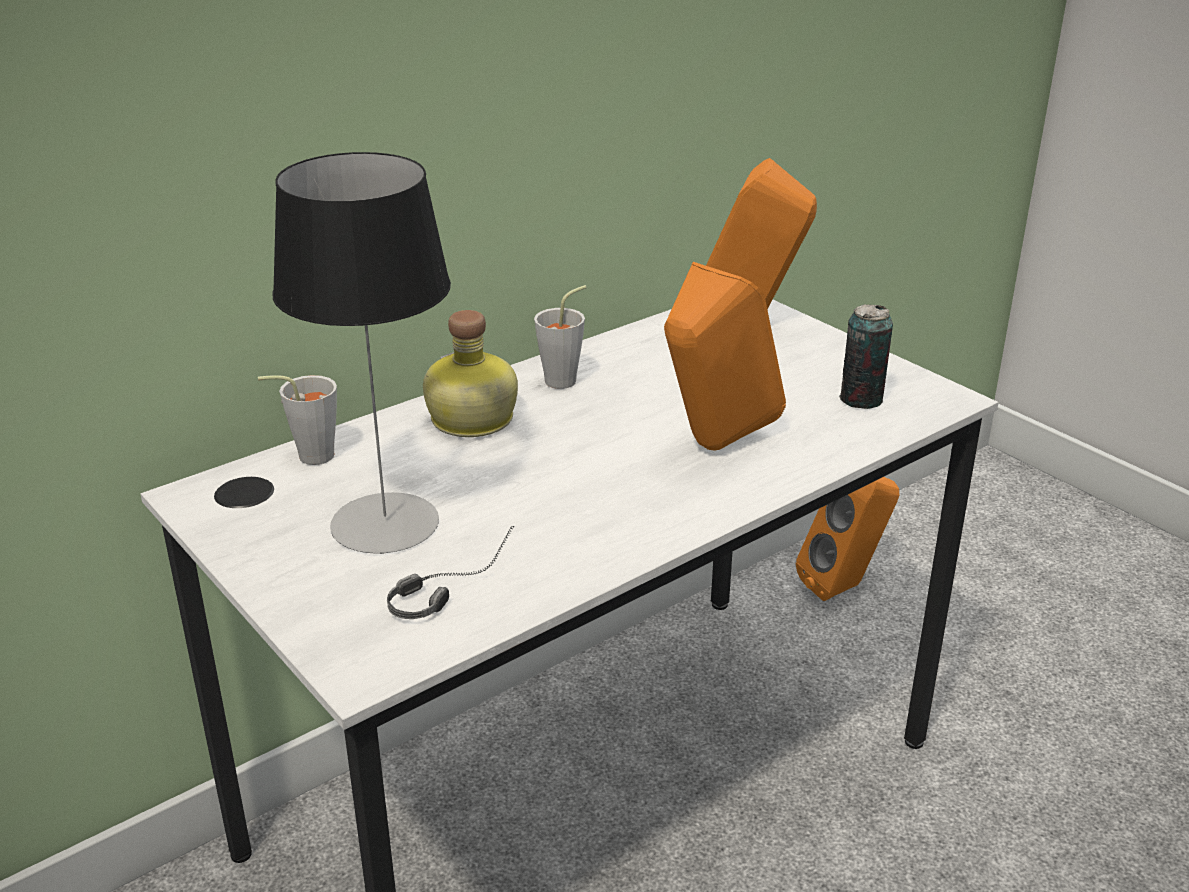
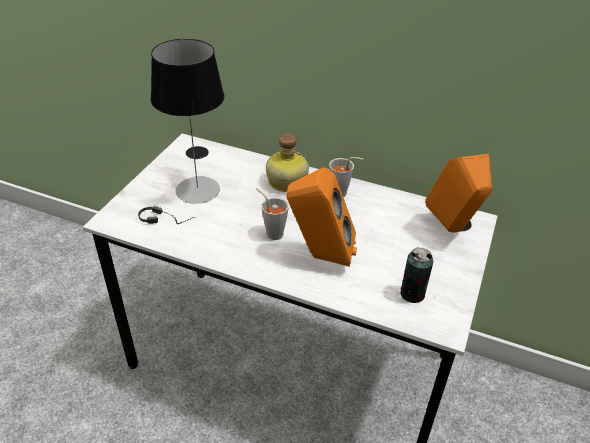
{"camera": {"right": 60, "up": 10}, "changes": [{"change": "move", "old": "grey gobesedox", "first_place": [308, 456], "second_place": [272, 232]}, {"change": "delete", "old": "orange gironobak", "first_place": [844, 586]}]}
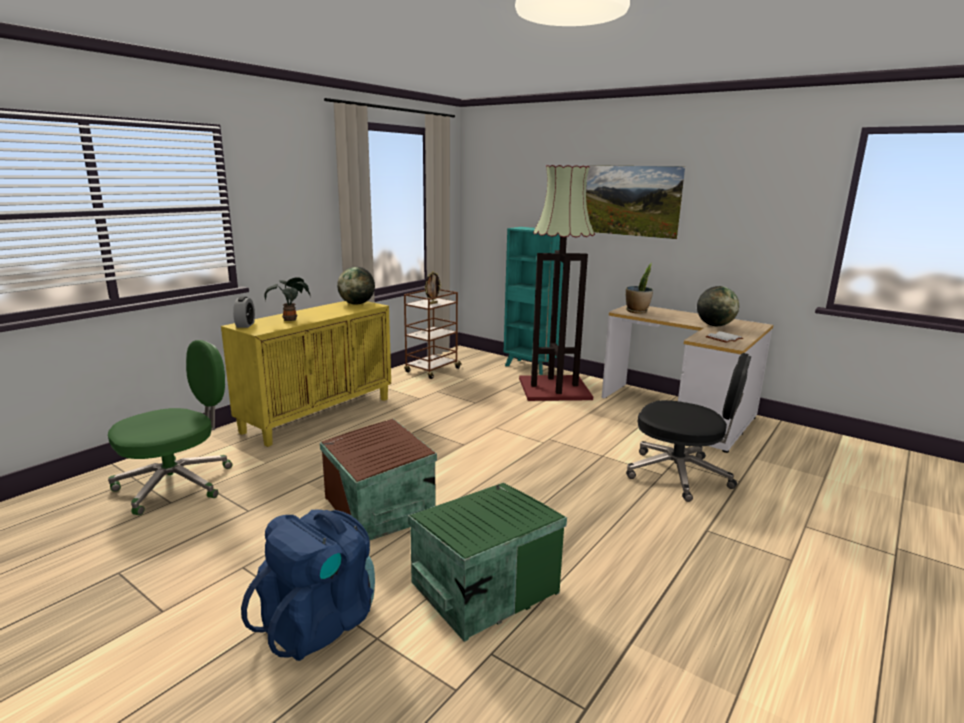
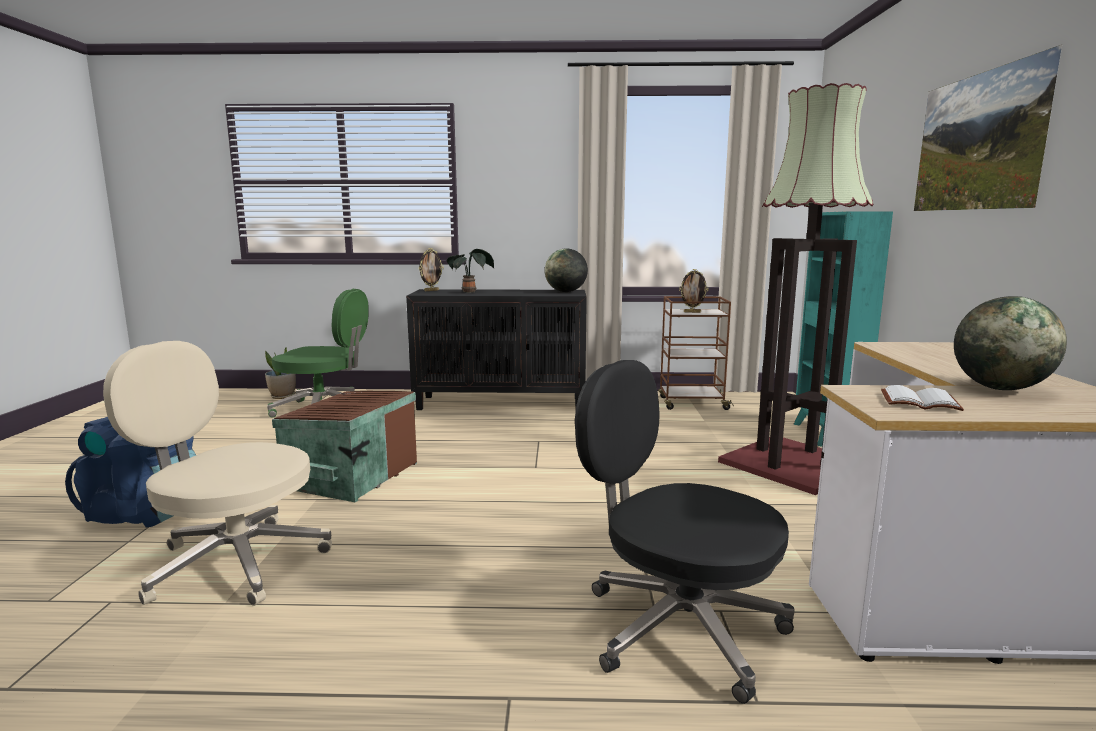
{"camera": {"right": 55, "up": -5}, "changes": [{"change": "replace", "old": "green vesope", "new": "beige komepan", "first_place": [482, 587], "second_place": [234, 562]}, {"change": "move", "old": "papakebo", "first_place": [637, 311], "second_place": [283, 396]}, {"change": "recolor", "old": "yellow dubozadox", "new": "black dubozadox", "first_place": [318, 414], "second_place": [502, 403]}, {"change": "replace", "old": "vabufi", "new": "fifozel", "first_place": [245, 325], "second_place": [431, 290]}, {"change": "rotate", "old": "black komepan", "first_place": [680, 475], "second_place": [678, 627], "degrees": 135}]}
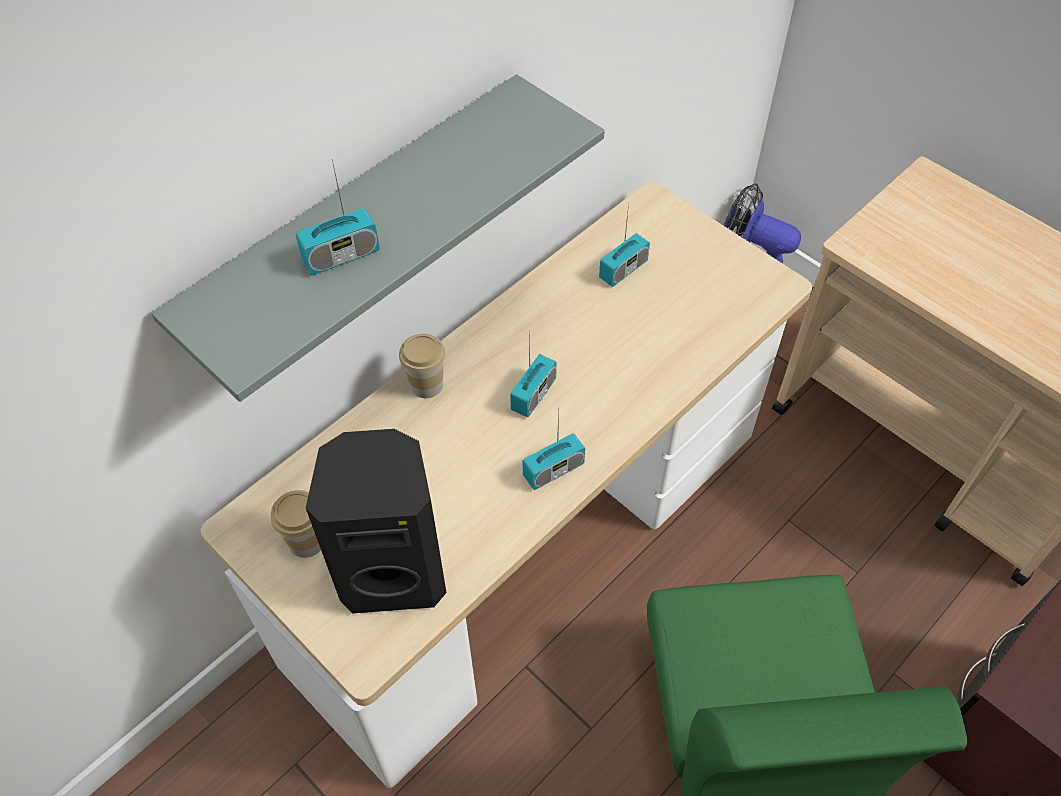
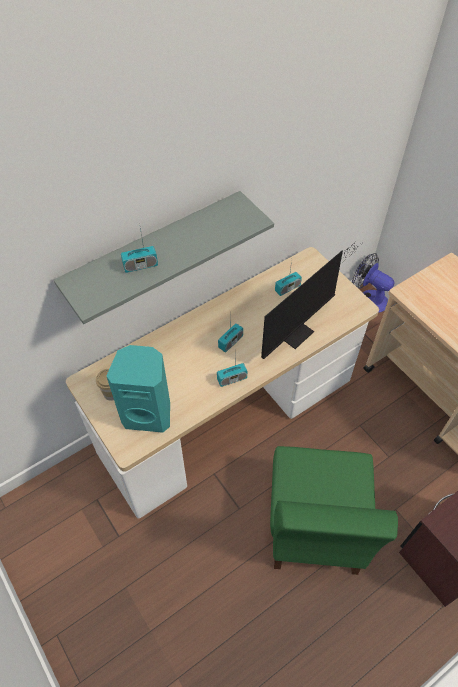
{"camera": {"right": 10, "up": 0}, "changes": [{"change": "recolor", "old": "black gironobak", "new": "turquoise gironobak", "first_place": [394, 571], "second_place": [148, 413]}, {"change": "insert", "new": "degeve", "second_place": [298, 329]}, {"change": "delete", "old": "gobesedox", "first_place": [426, 384]}]}
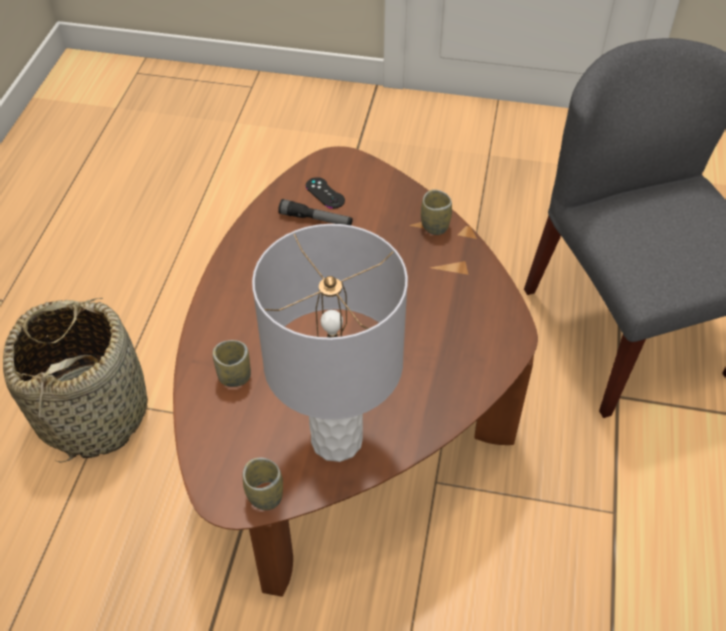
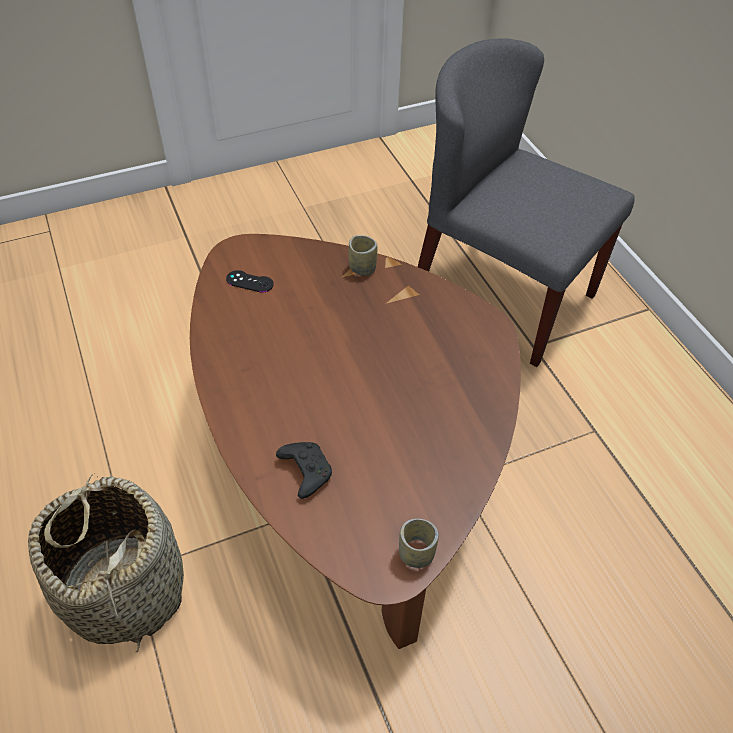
{"camera": {"right": -35, "up": 0}, "changes": [{"change": "replace", "old": "gobesedox", "new": "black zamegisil", "first_place": [234, 376], "second_place": [305, 471]}, {"change": "delete", "old": "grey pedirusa", "first_place": [337, 439]}, {"change": "delete", "old": "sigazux", "first_place": [316, 219]}]}
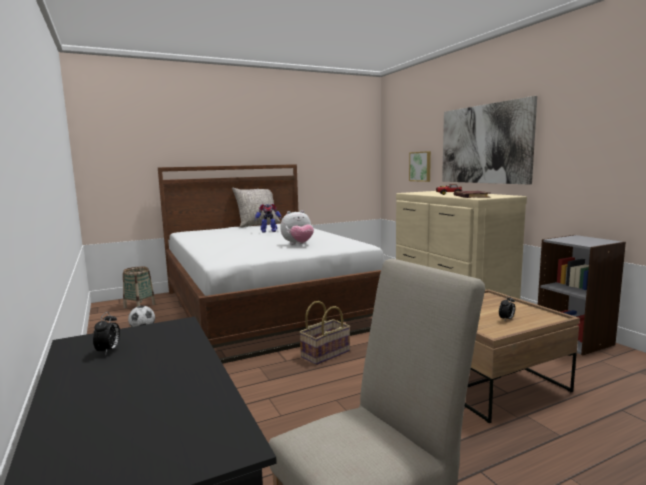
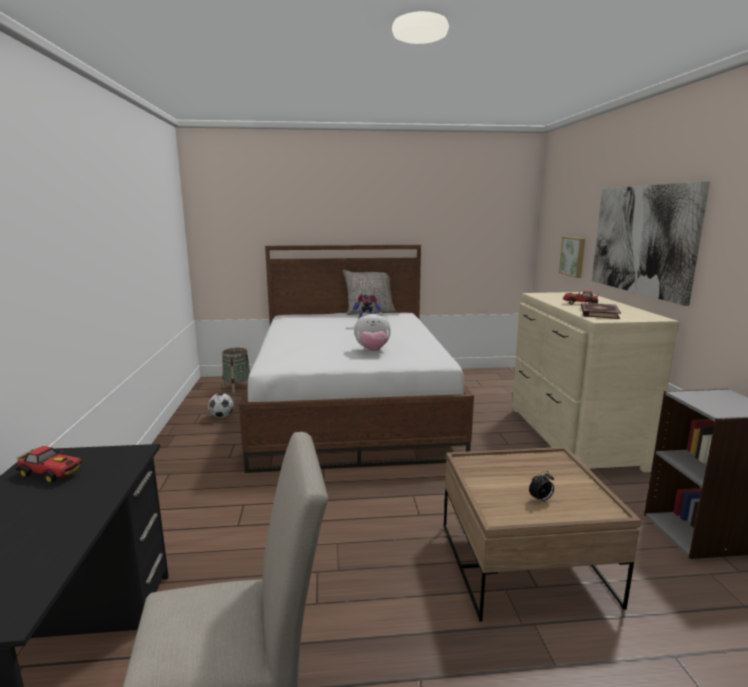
{"camera": {"right": 20, "up": 5}, "changes": [{"change": "replace", "old": "vabufi", "new": "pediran", "first_place": [109, 351], "second_place": [52, 473]}, {"change": "delete", "old": "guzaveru", "first_place": [325, 353]}]}
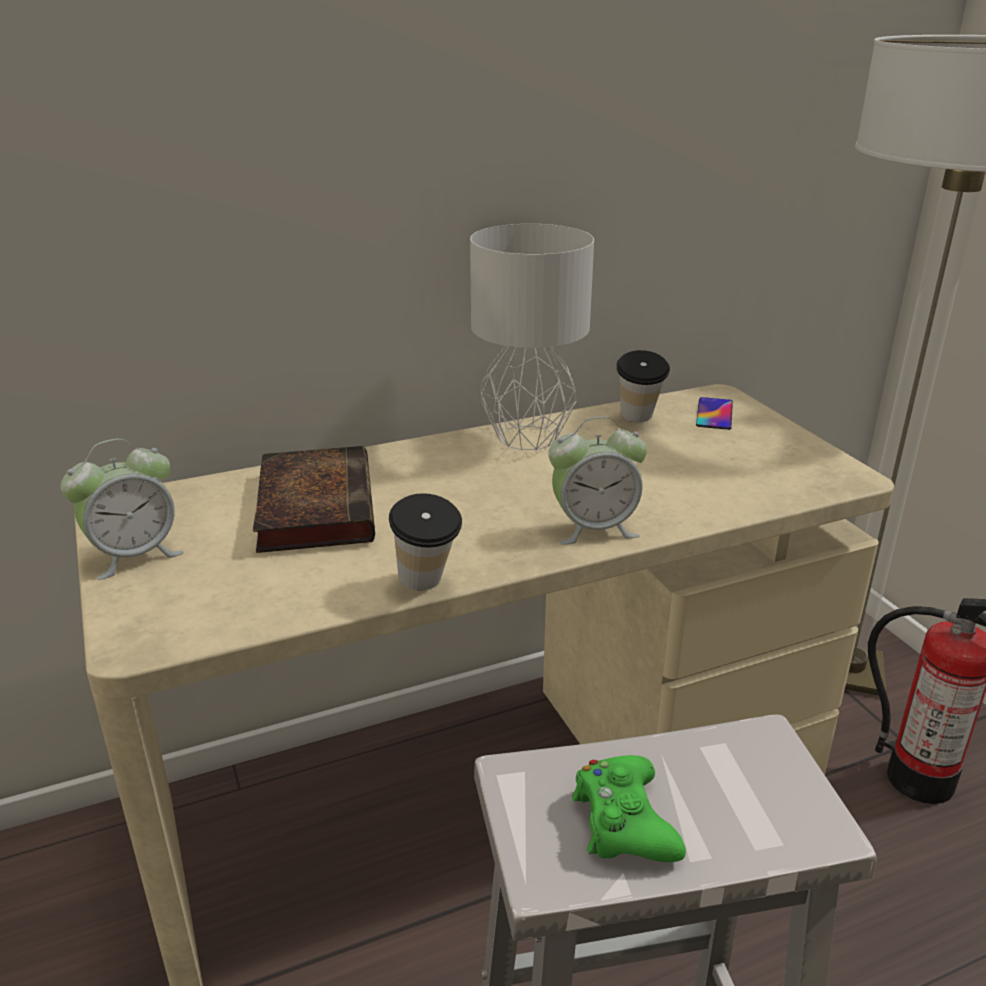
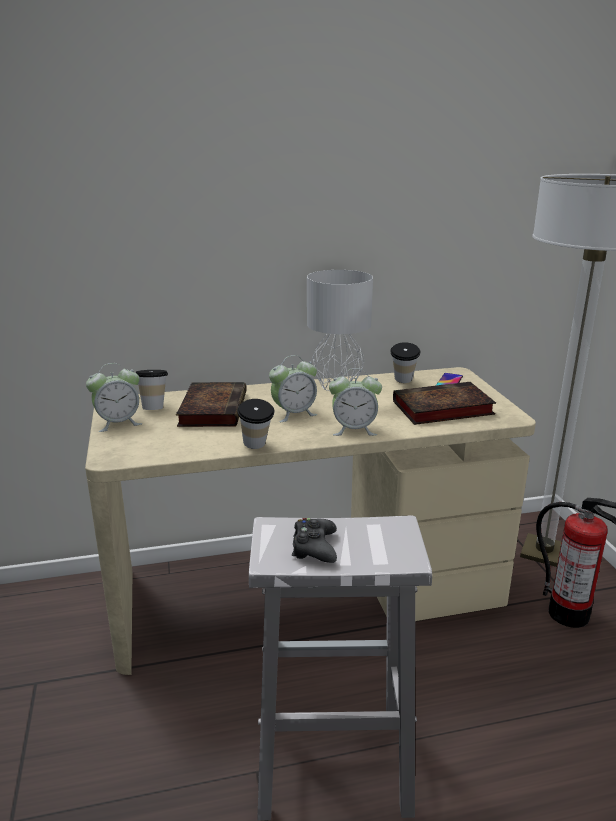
{"camera": {"right": 10, "up": -5}, "changes": [{"change": "insert", "new": "gobesedox", "second_place": [154, 407]}, {"change": "insert", "new": "vabufi", "second_place": [294, 414]}, {"change": "recolor", "old": "green zamegisil", "new": "black zamegisil", "first_place": [623, 822], "second_place": [314, 547]}, {"change": "insert", "new": "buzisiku", "second_place": [440, 409]}]}
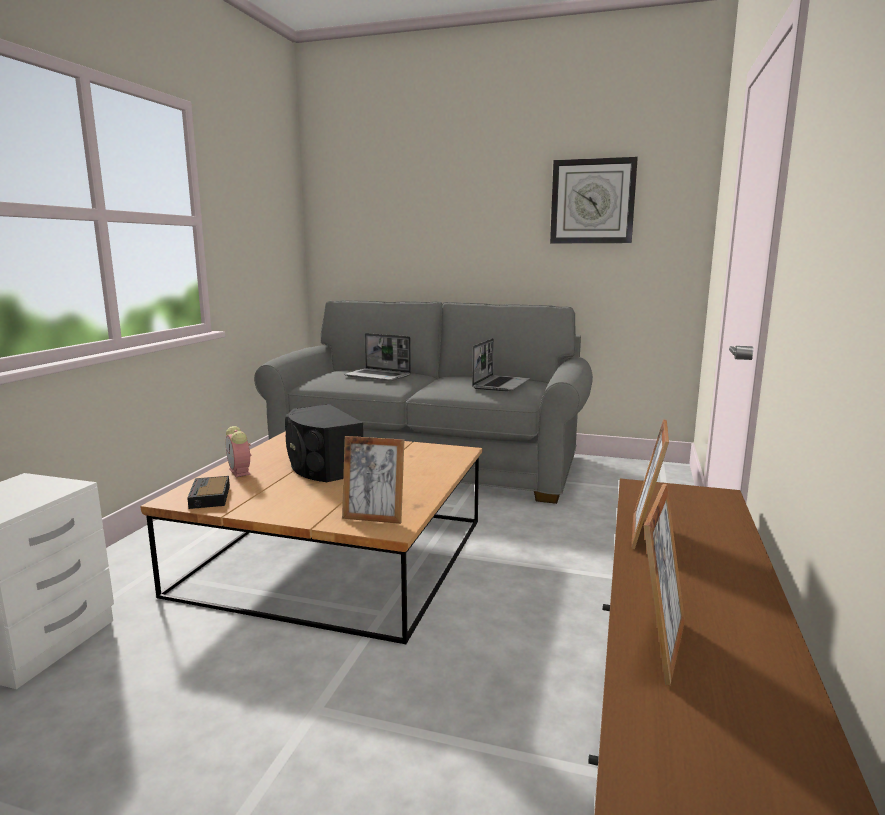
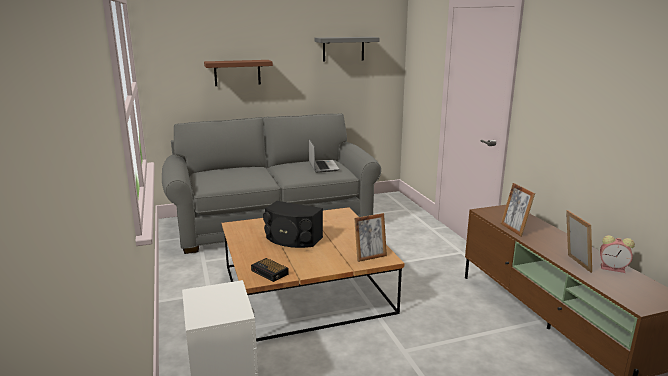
{"camera": {"right": -35, "up": 5}, "changes": [{"change": "insert", "new": "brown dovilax", "second_place": [237, 72]}, {"change": "replace", "old": "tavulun", "new": "grey dovilax", "first_place": [592, 201], "second_place": [343, 49]}, {"change": "move", "old": "vabufi", "first_place": [240, 472], "second_place": [613, 268]}, {"change": "delete", "old": "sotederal", "first_place": [379, 376]}]}
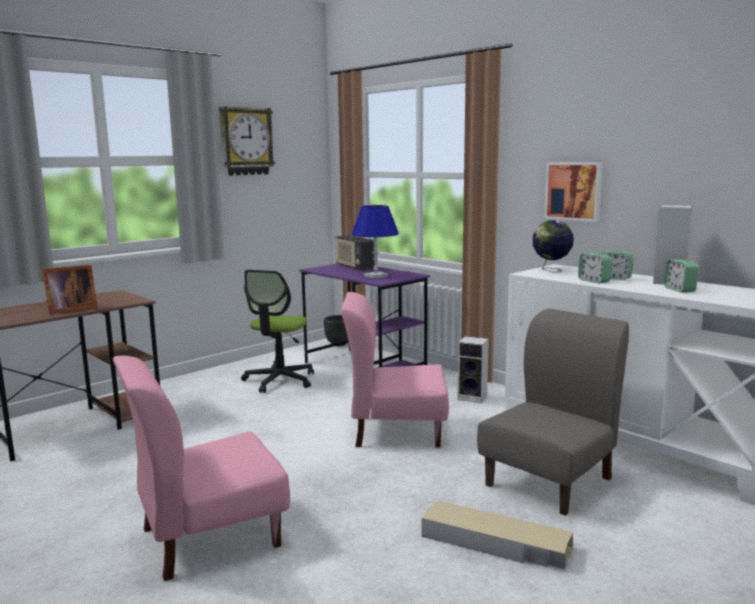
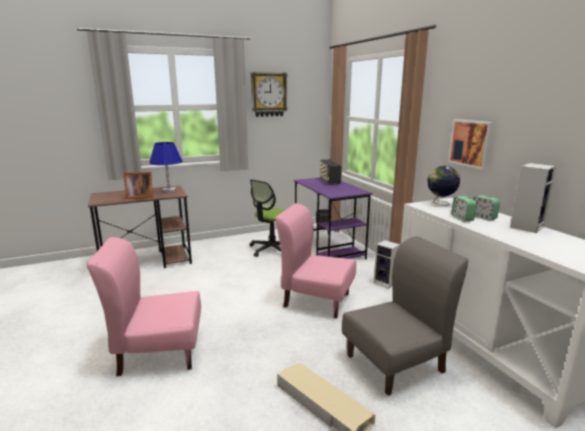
{"camera": {"right": 20, "up": 5}, "changes": [{"change": "move", "old": "blue pedirusa", "first_place": [375, 276], "second_place": [169, 190]}, {"change": "delete", "old": "vabufi", "first_place": [679, 290]}]}
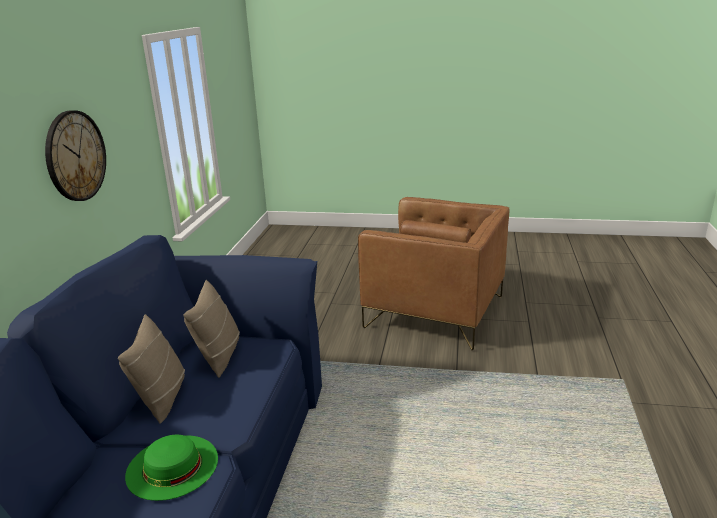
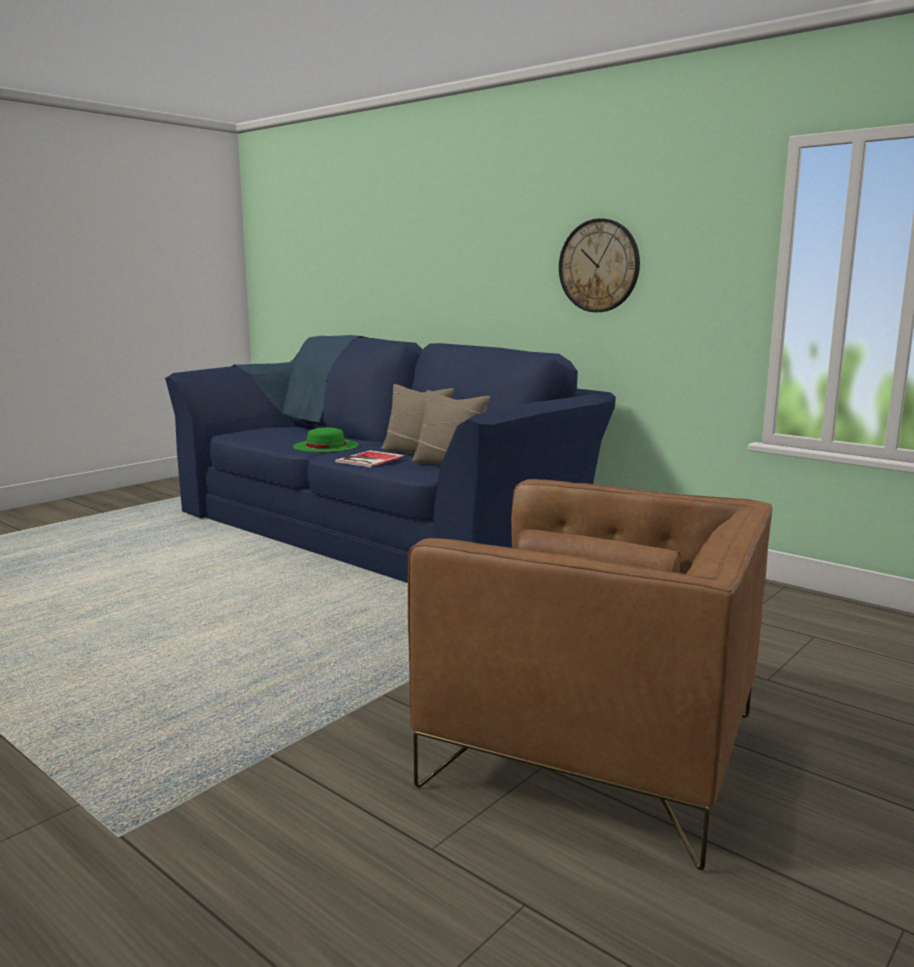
{"camera": {"right": 120, "up": -10}, "changes": [{"change": "insert", "new": "buzisiku", "second_place": [368, 459]}, {"change": "rotate", "old": "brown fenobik", "first_place": [435, 312], "second_place": [594, 750], "degrees": -120}]}
